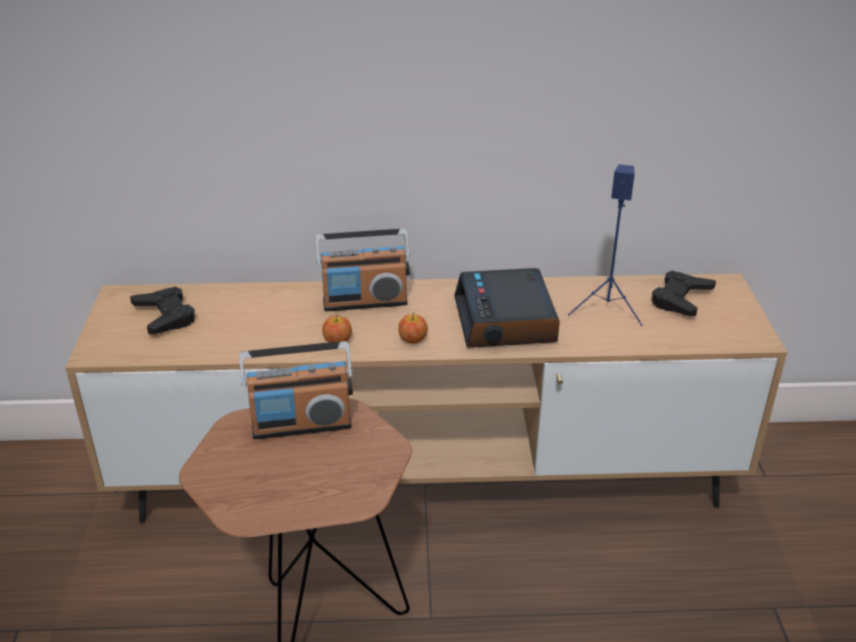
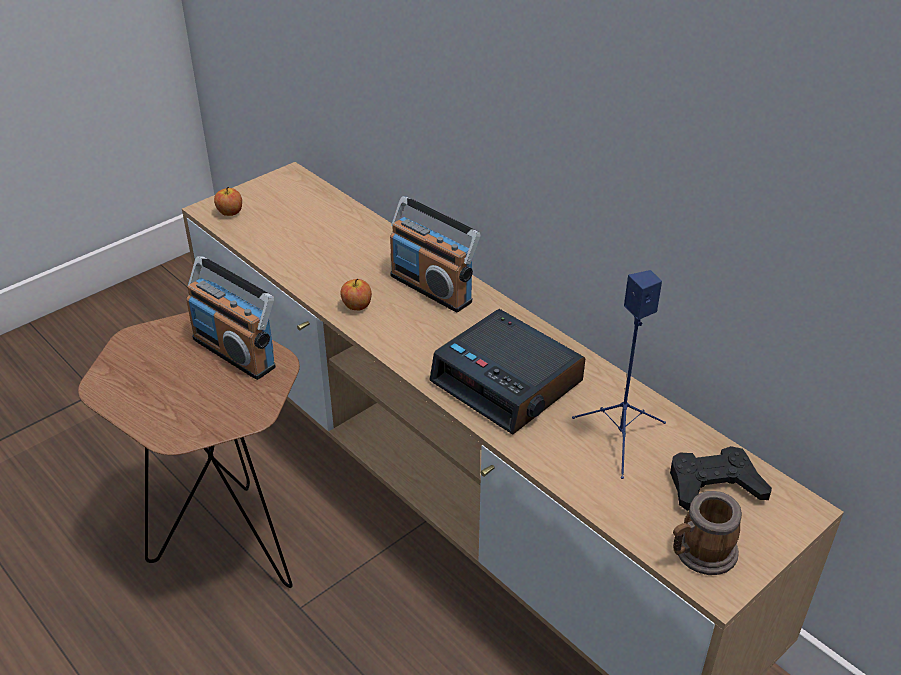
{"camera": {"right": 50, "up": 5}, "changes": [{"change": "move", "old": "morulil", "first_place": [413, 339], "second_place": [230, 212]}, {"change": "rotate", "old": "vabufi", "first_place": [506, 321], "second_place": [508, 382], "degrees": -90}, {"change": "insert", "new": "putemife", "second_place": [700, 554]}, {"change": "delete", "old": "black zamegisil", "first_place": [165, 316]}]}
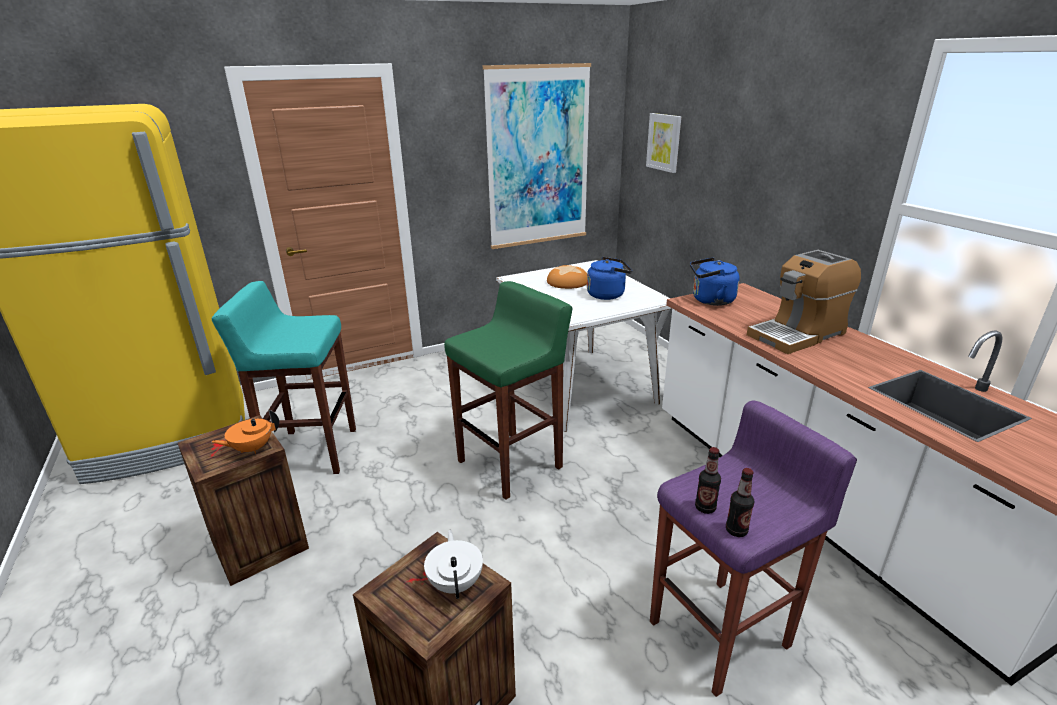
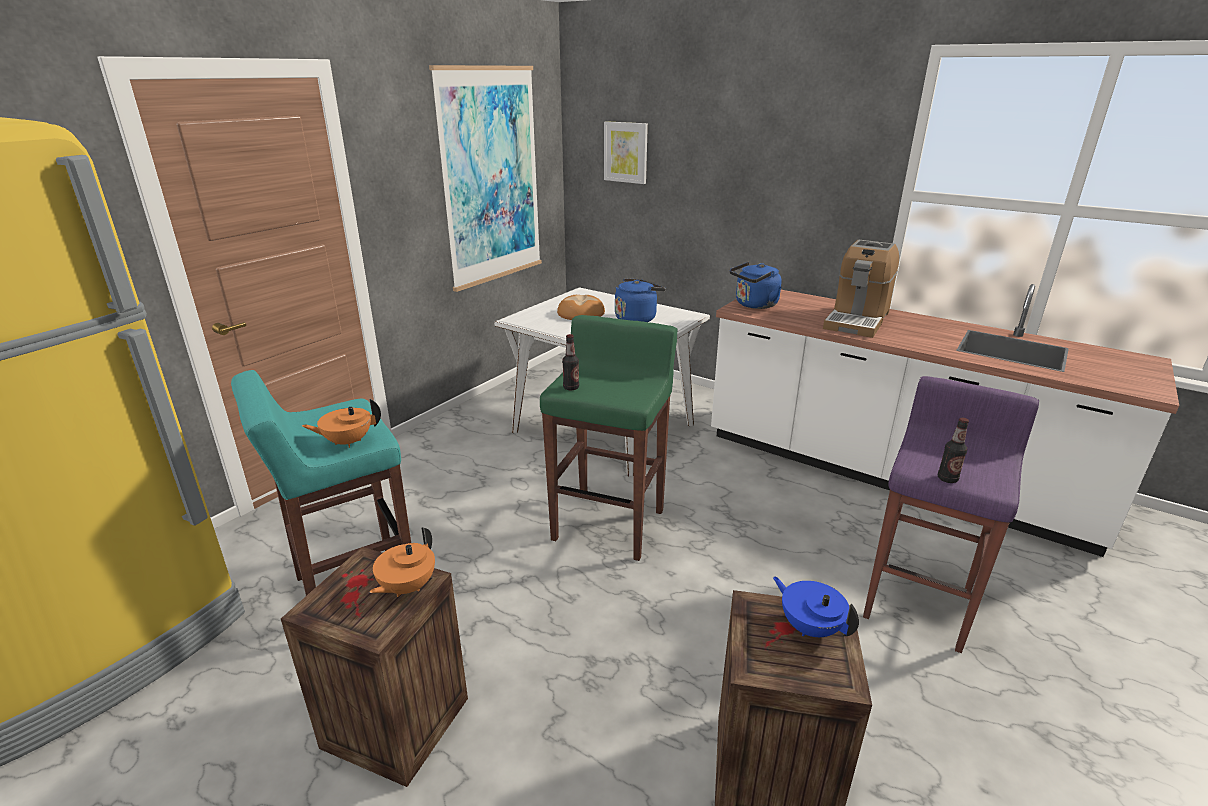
{"camera": {"right": -30, "up": 0}, "changes": [{"change": "insert", "new": "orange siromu", "second_place": [347, 442]}, {"change": "move", "old": "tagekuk", "first_place": [736, 530], "second_place": [571, 388]}, {"change": "recolor", "old": "white siromu", "new": "blue siromu", "first_place": [456, 583], "second_place": [810, 627]}]}
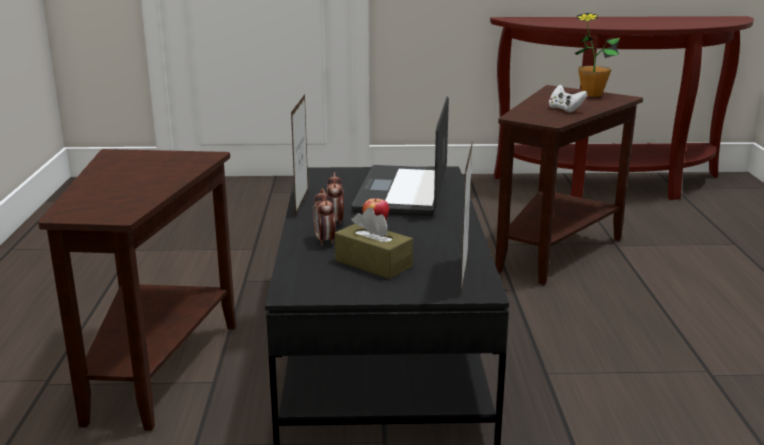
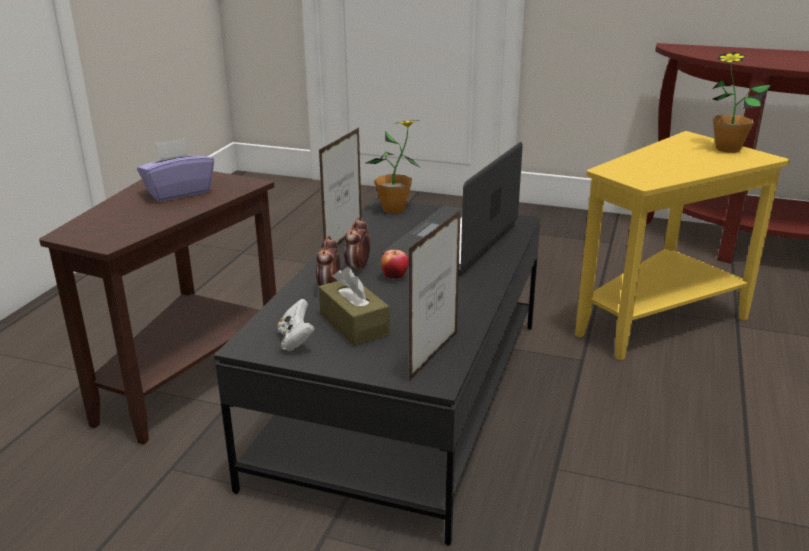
{"camera": {"right": 20, "up": 5}, "changes": [{"change": "insert", "new": "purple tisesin", "second_place": [179, 192]}, {"change": "move", "old": "white zamegisil", "first_place": [565, 109], "second_place": [296, 340]}, {"change": "insert", "new": "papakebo", "second_place": [394, 209]}, {"change": "recolor", "old": "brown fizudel", "new": "yellow fizudel", "first_place": [554, 250], "second_place": [659, 320]}]}
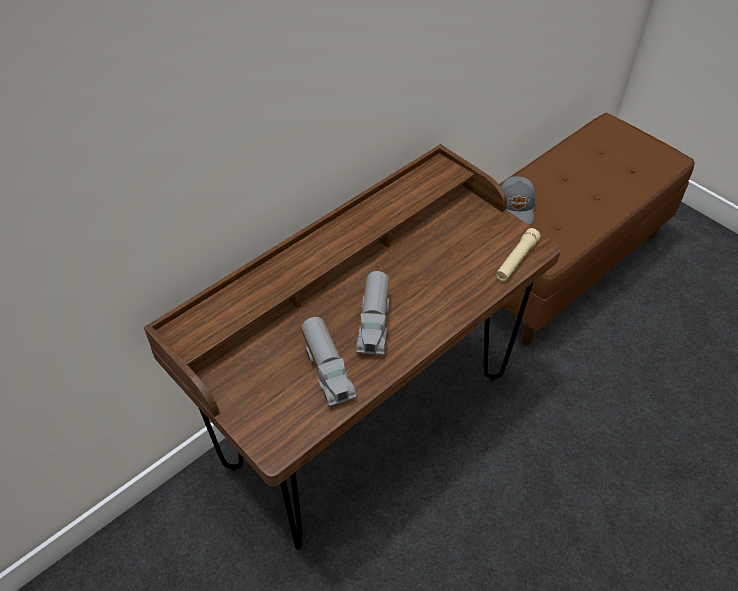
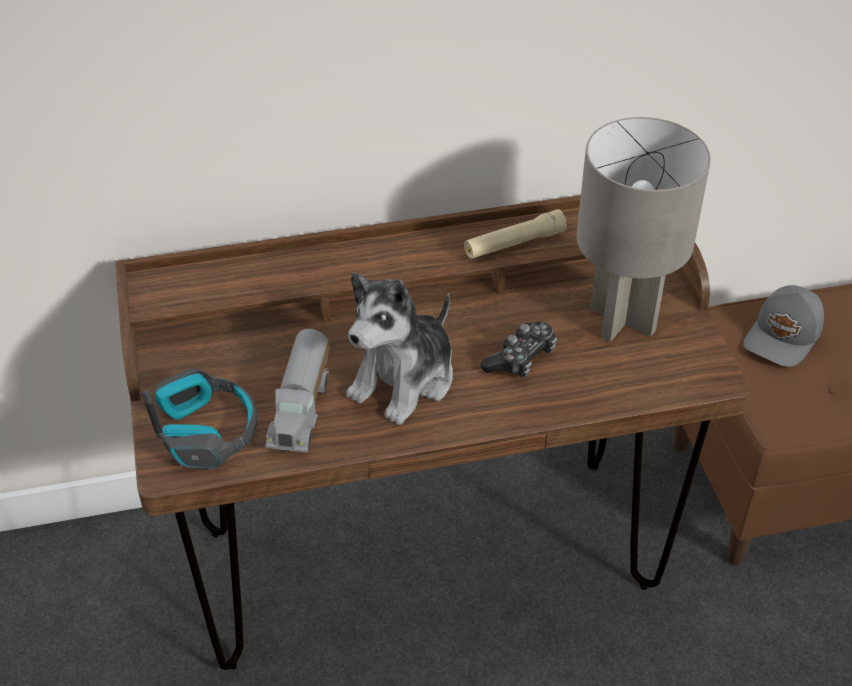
{"camera": {"right": 30, "up": -5}, "changes": [{"change": "insert", "new": "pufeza", "second_place": [206, 431]}, {"change": "replace", "old": "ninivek", "new": "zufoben", "first_place": [375, 324], "second_place": [404, 380]}, {"change": "move", "old": "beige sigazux", "first_place": [516, 260], "second_place": [514, 244]}, {"change": "insert", "new": "zamegisil", "second_place": [521, 358]}, {"change": "insert", "new": "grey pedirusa", "second_place": [623, 321]}]}
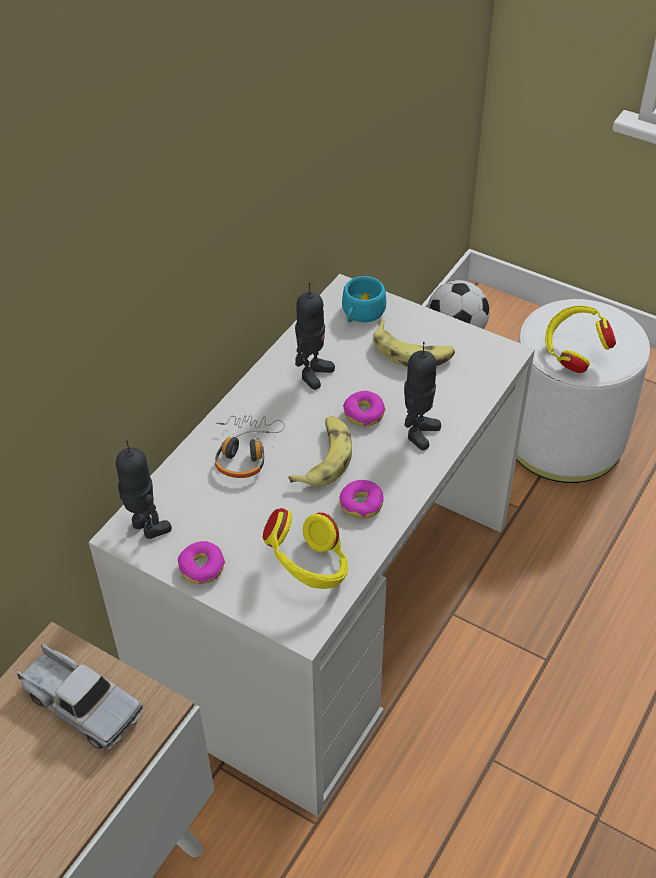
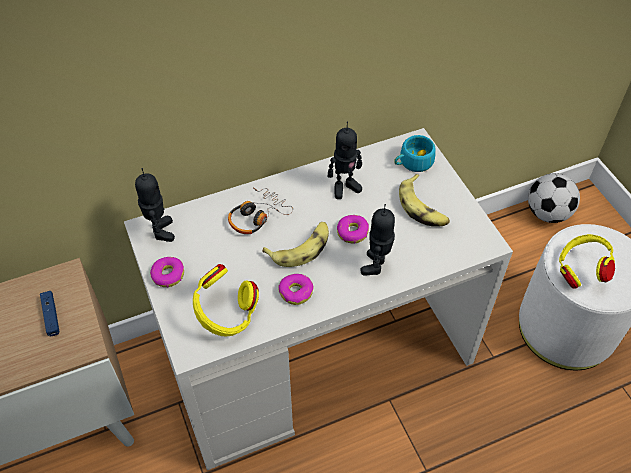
{"camera": {"right": 35, "up": 5}, "changes": [{"change": "replace", "old": "ninivek", "new": "blue zamegisil", "first_place": [80, 704], "second_place": [51, 316]}, {"change": "rotate", "old": "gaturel", "first_place": [418, 432], "second_place": [376, 265], "degrees": 135}]}
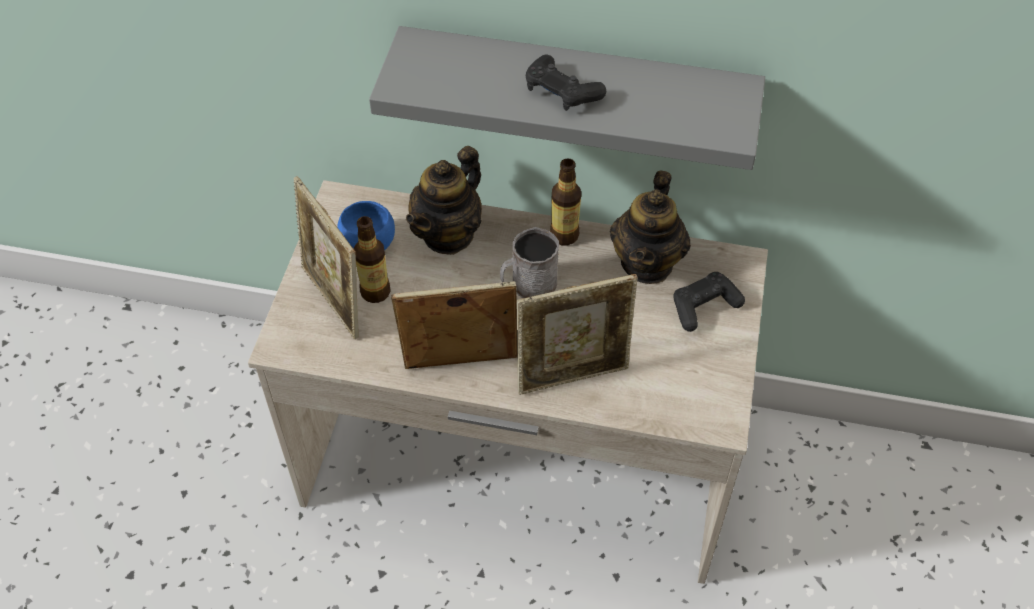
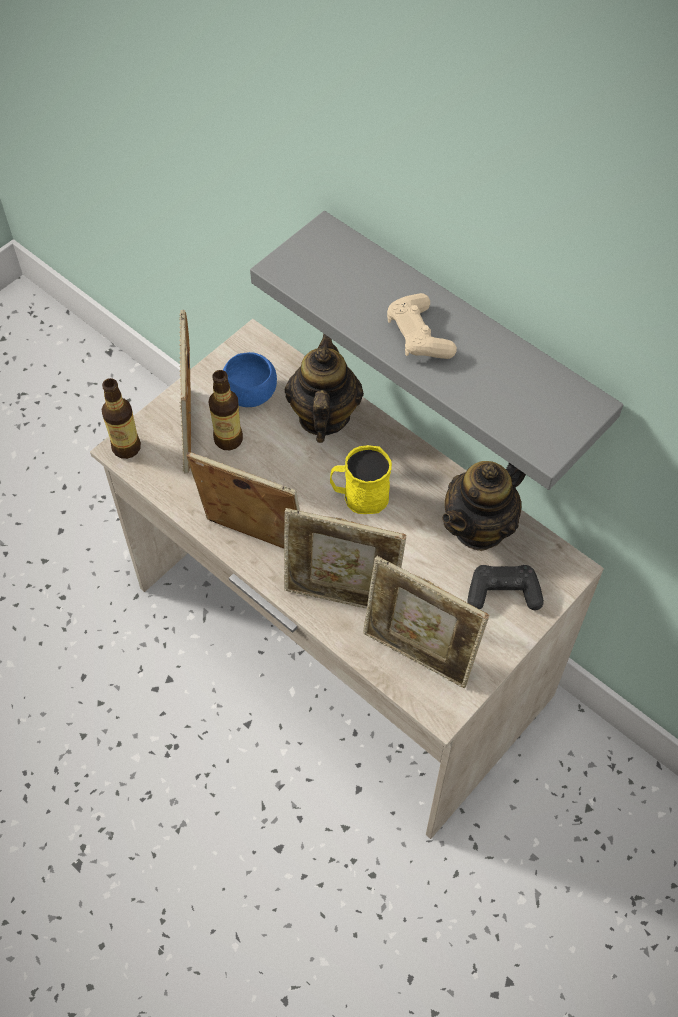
{"camera": {"right": 30, "up": 5}, "changes": [{"change": "move", "old": "tagekuk", "first_place": [564, 235], "second_place": [126, 447]}, {"change": "rotate", "old": "siromu", "first_place": [448, 234], "second_place": [323, 416], "degrees": 120}, {"change": "recolor", "old": "grey putemife", "new": "yellow putemife", "first_place": [528, 285], "second_place": [359, 496]}, {"change": "insert", "new": "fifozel", "second_place": [418, 655]}, {"change": "recolor", "old": "black zamegisil", "new": "beige zamegisil", "first_place": [561, 92], "second_place": [419, 336]}]}
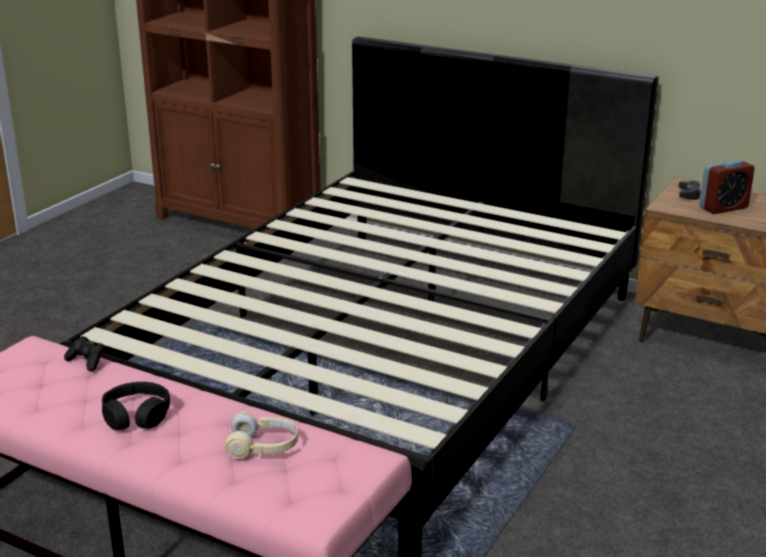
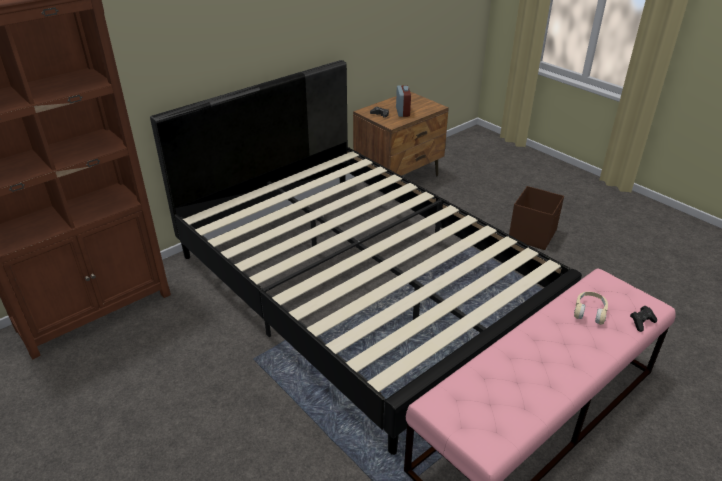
{"camera": {"right": -70, "up": 10}, "changes": [{"change": "insert", "new": "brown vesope", "second_place": [533, 234]}, {"change": "move", "old": "black zamegisil", "first_place": [87, 361], "second_place": [641, 322]}, {"change": "delete", "old": "black pufeza", "first_place": [136, 416]}]}
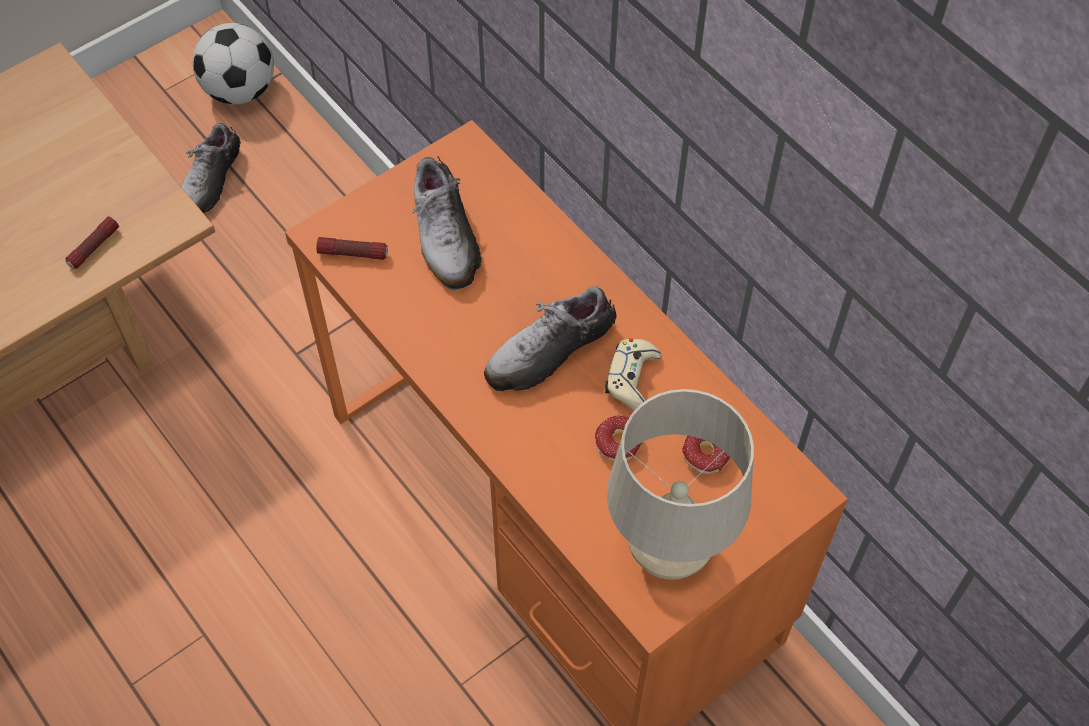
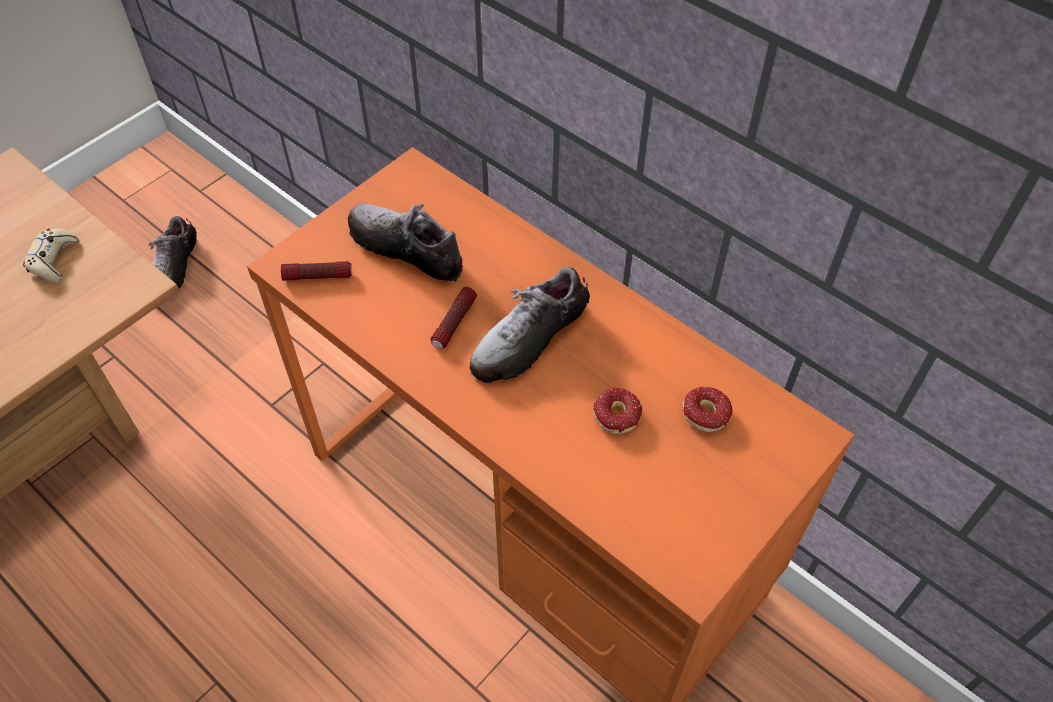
{"camera": {"right": -10, "up": -5}, "changes": [{"change": "move", "old": "beige zamegisil", "first_place": [632, 378], "second_place": [54, 260]}, {"change": "rotate", "old": "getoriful", "first_place": [445, 236], "second_place": [405, 249], "degrees": 150}, {"change": "move", "old": "sigazux", "first_place": [94, 247], "second_place": [454, 323]}, {"change": "delete", "old": "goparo", "first_place": [240, 90]}, {"change": "delete", "old": "beige pedirusa", "first_place": [668, 552]}]}
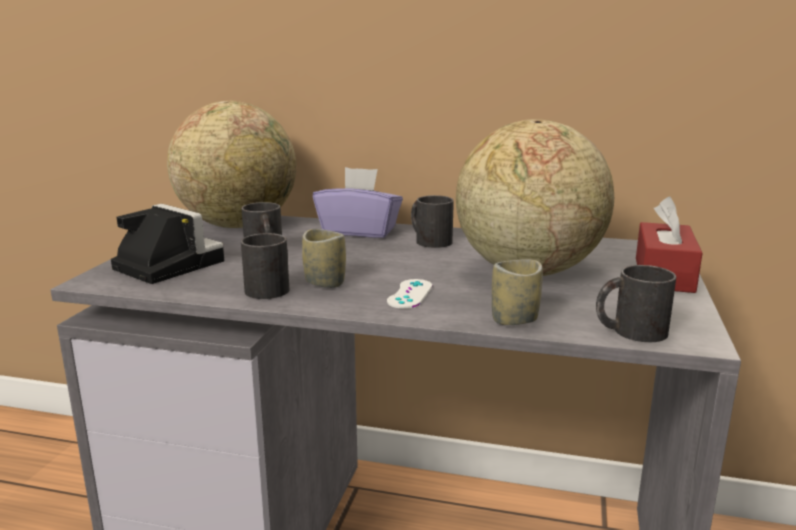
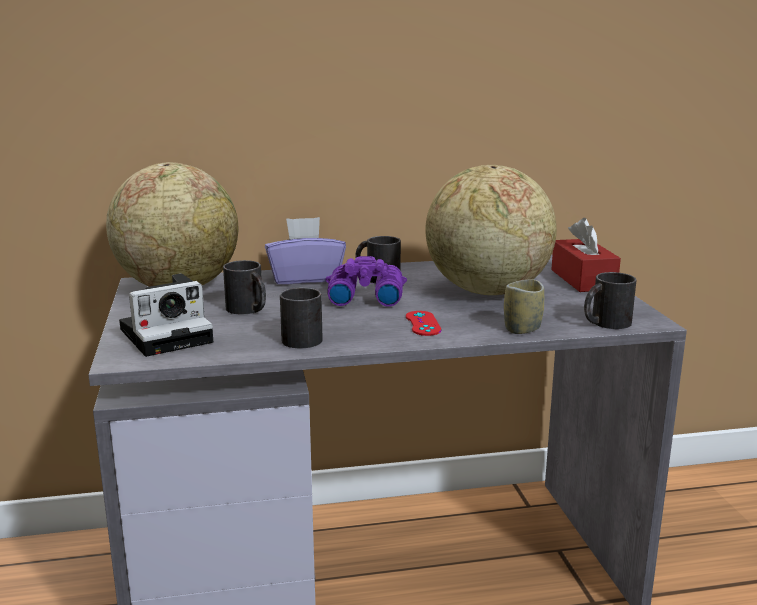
{"camera": {"right": -25, "up": 0}, "changes": [{"change": "rotate", "old": "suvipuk", "first_place": [165, 265], "second_place": [169, 334], "degrees": 135}, {"change": "insert", "new": "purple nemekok", "second_place": [364, 296]}, {"change": "recolor", "old": "white zamegisil", "new": "red zamegisil", "first_place": [410, 294], "second_place": [423, 323]}, {"change": "delete", "old": "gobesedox", "first_place": [325, 282]}]}
